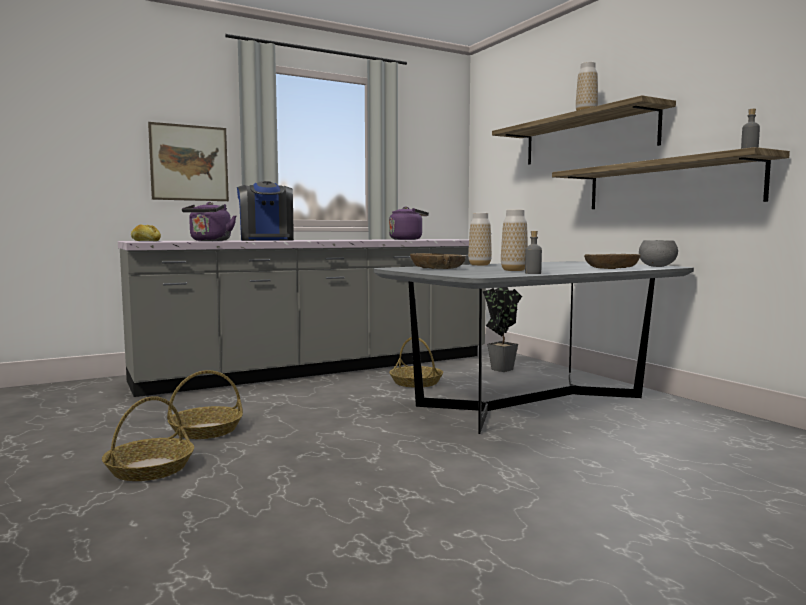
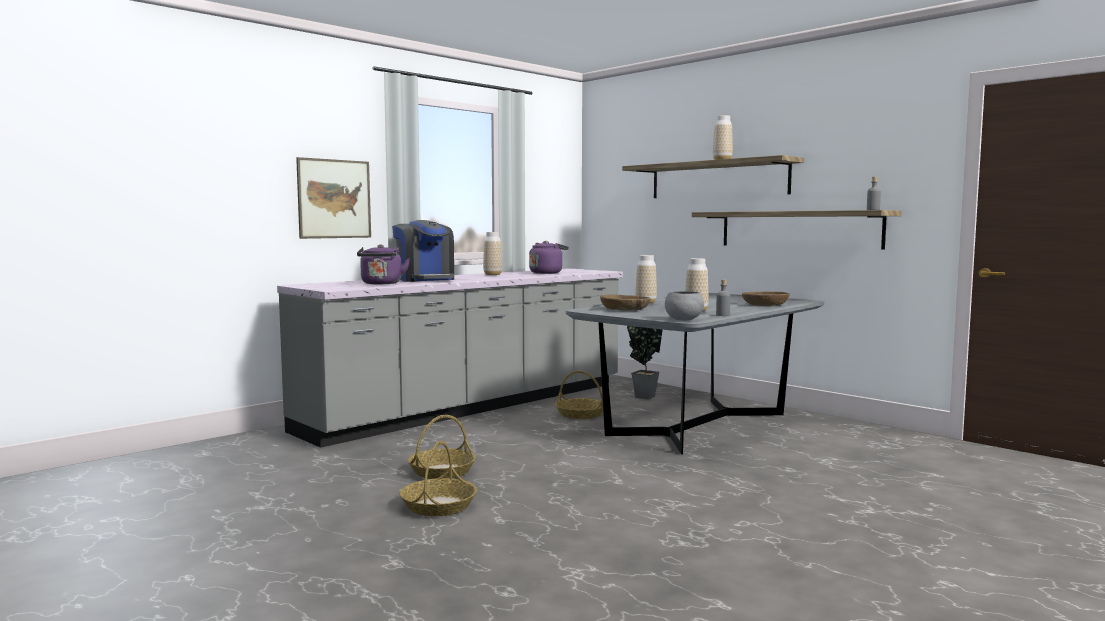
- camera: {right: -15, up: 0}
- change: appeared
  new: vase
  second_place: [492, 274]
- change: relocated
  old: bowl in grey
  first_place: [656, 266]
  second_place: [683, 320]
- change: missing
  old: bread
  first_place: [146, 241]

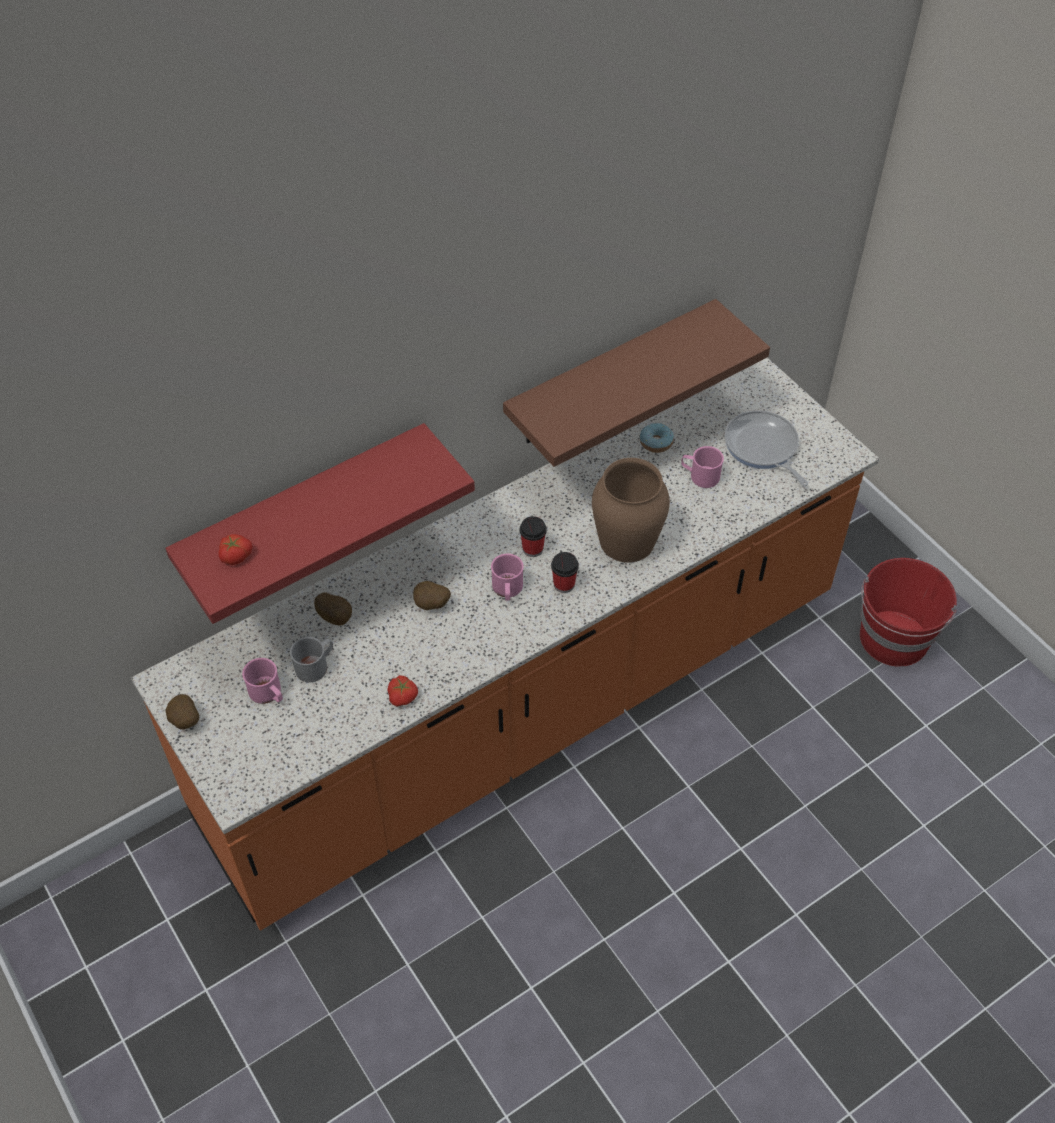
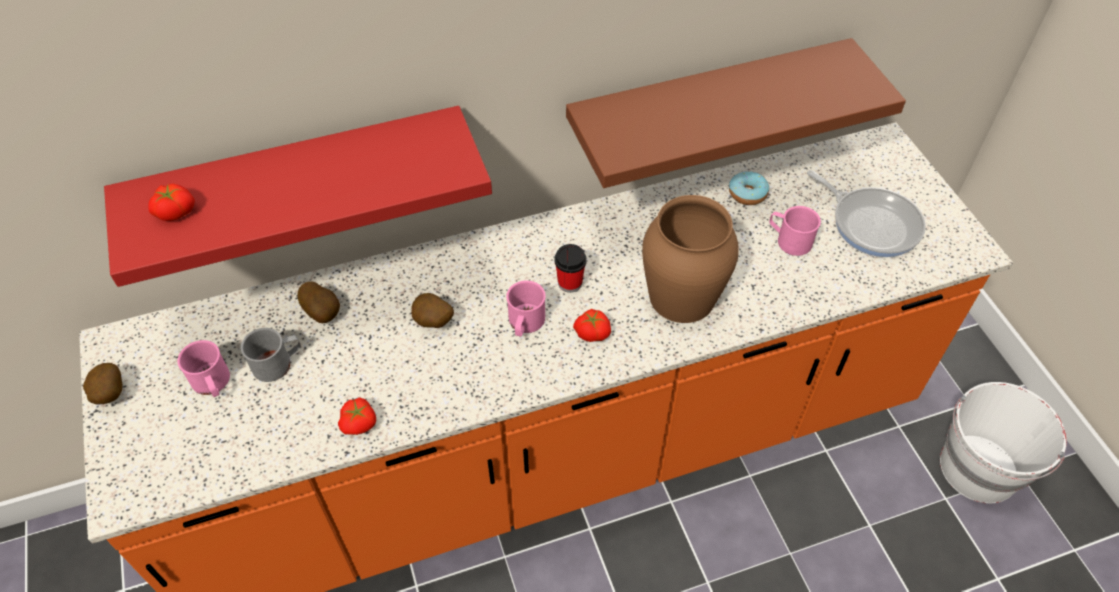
- camera: {right: 15, up: 0}
- change: exchanged
  old: cup
  new: tomato
  first_place: [564, 584]
  second_place: [592, 332]
- change: spun
  old: frying pan
  first_place: [762, 448]
  second_place: [871, 223]
  degrees: 150
- change: colour
  old: bucket in red
  new: bucket in white
  first_place: [894, 639]
  second_place: [978, 469]

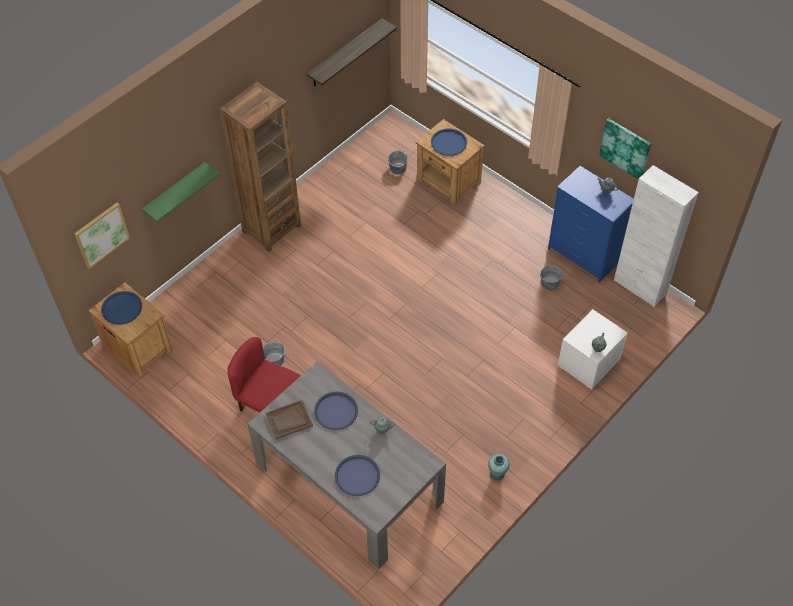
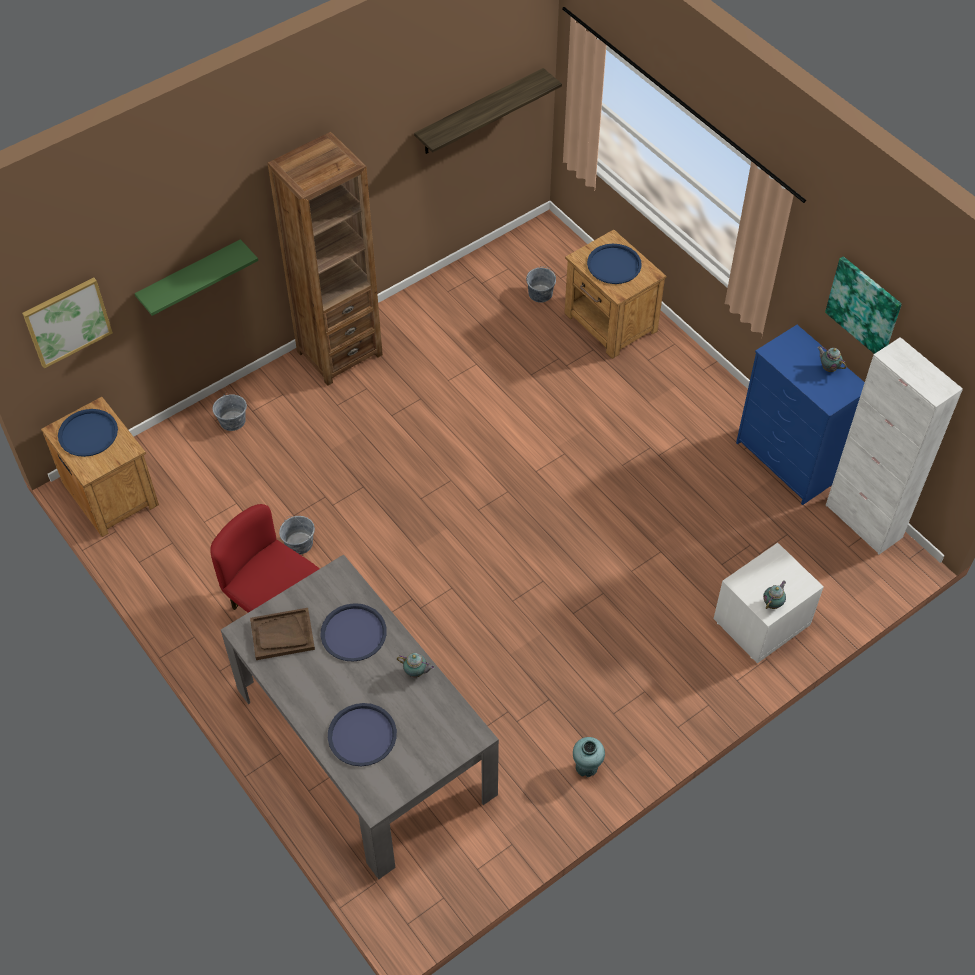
- camera: {right: 10, up: 0}
- change: relocated
  old: bucket in grey
  first_place: [549, 283]
  second_place: [232, 421]

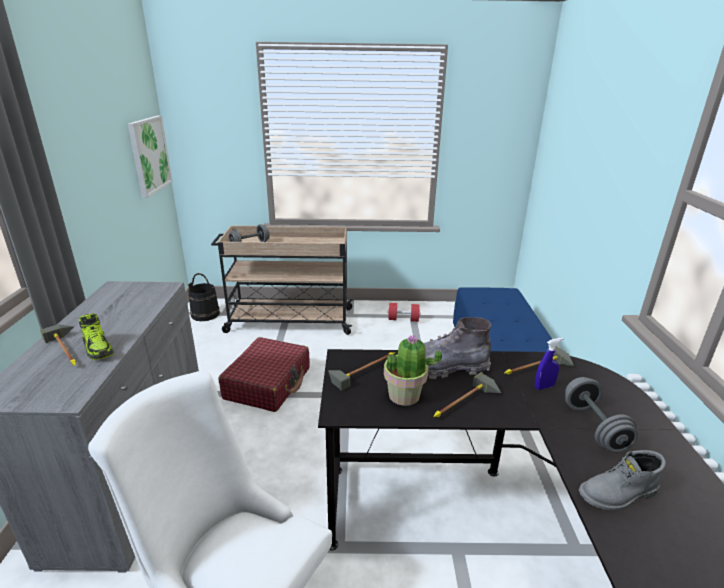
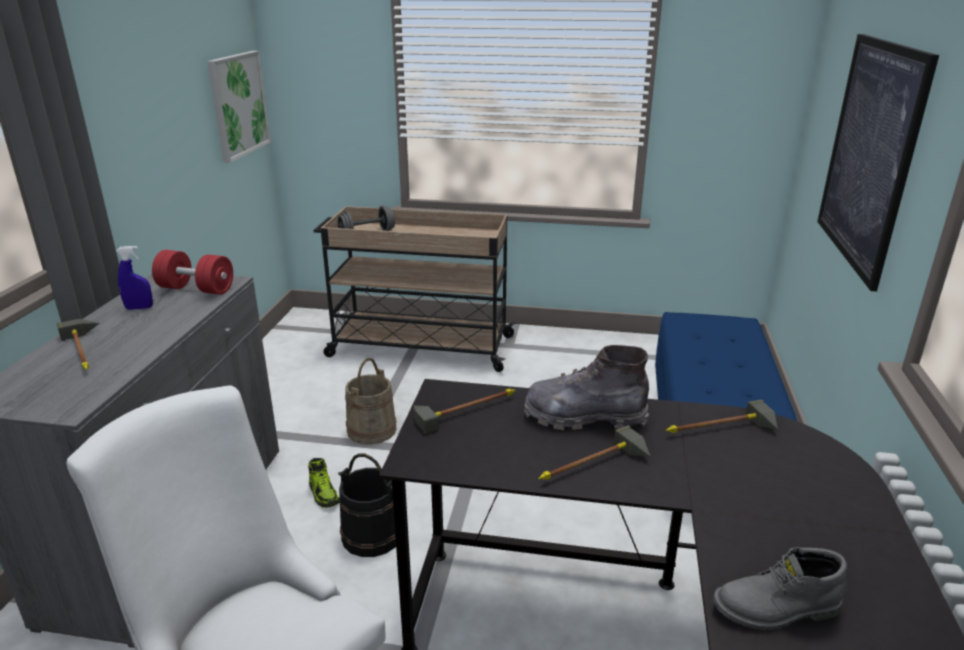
- camera: {right: 10, up: 0}
- change: relocated
  old: spray bottle in blue
  first_place: [544, 387]
  second_place: [139, 308]
- change: relocated
  old: dumbbell in red
  first_place: [403, 319]
  second_place: [196, 289]
- change: relocated
  old: shoe
  first_place: [98, 349]
  second_place: [323, 494]
- change: relocated
  old: bucket in black
  first_place: [205, 314]
  second_place: [371, 535]
- change: exchanged
  old: suitcase in red
  new: bucket in beige
  first_place: [268, 383]
  second_place: [371, 429]
- change: appeared
  new: picture
  second_place: [869, 154]
- change: missing
  old: potted plant
  first_place: [404, 396]
- change: missing
  old: dumbbell in grey
  first_place: [594, 427]

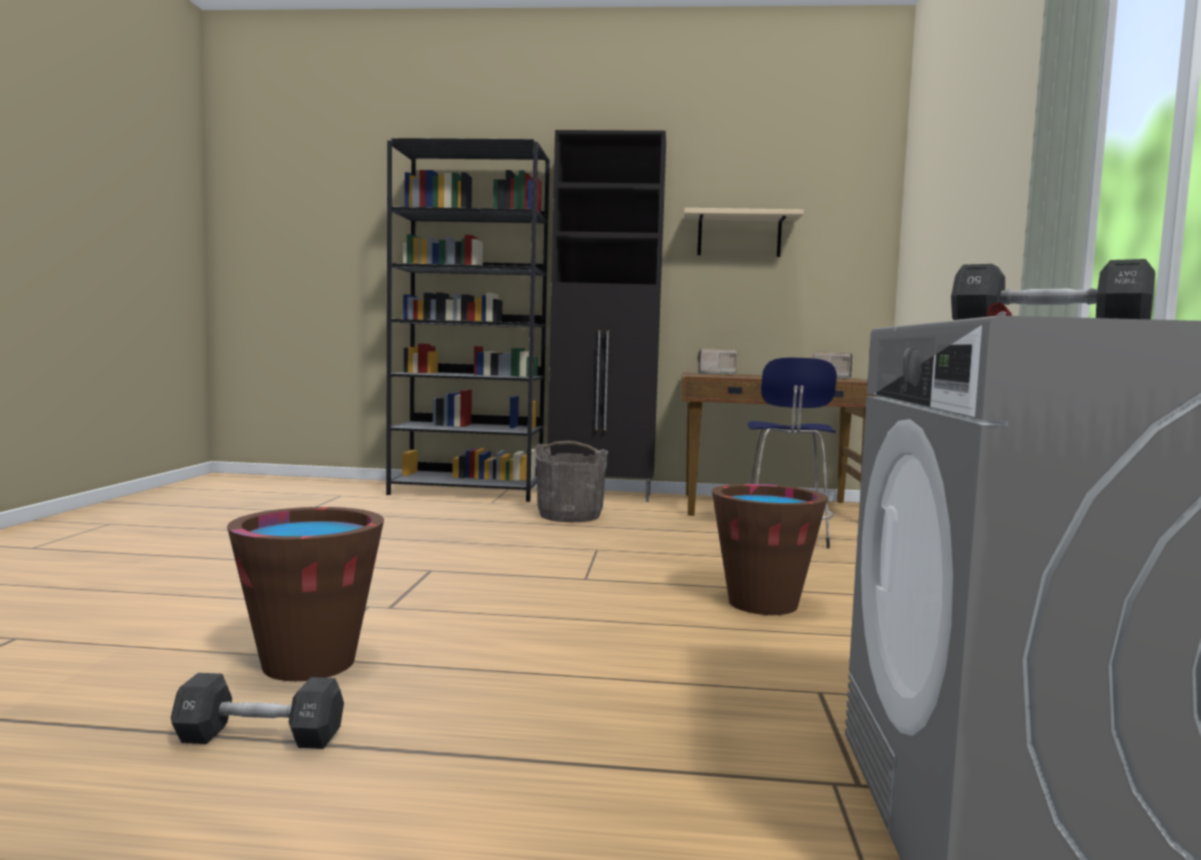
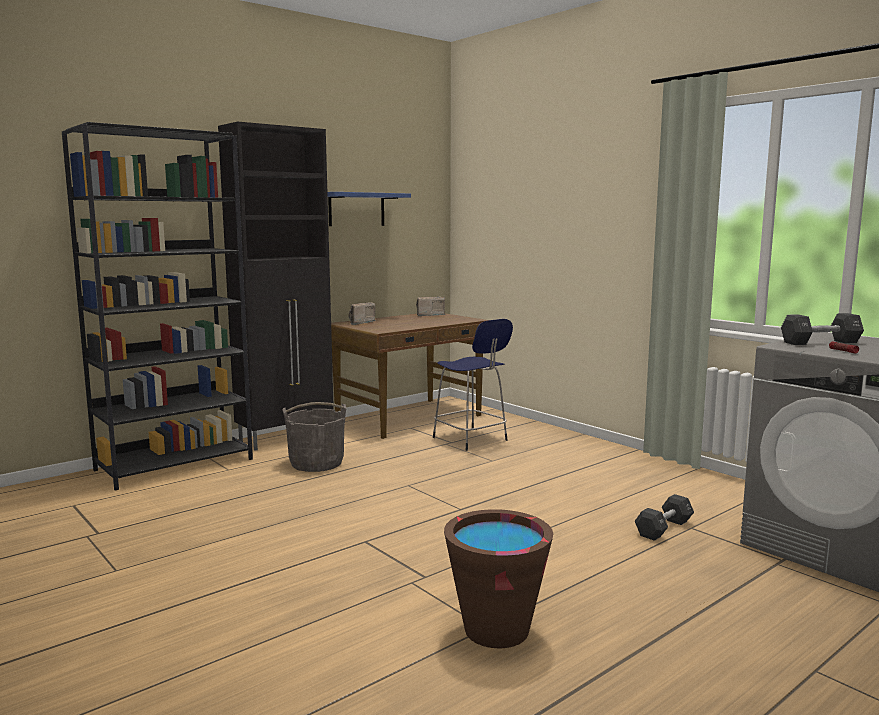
- camera: {right: -45, up: 5}
- change: colour
  old: shelf in beige
  new: shelf in blue
  first_place: [739, 235]
  second_place: [356, 209]
- change: relocated
  old: dumbbell in black
  first_place: [260, 737]
  second_place: [664, 528]
- change: missing
  old: bucket in brown
  first_place: [762, 603]

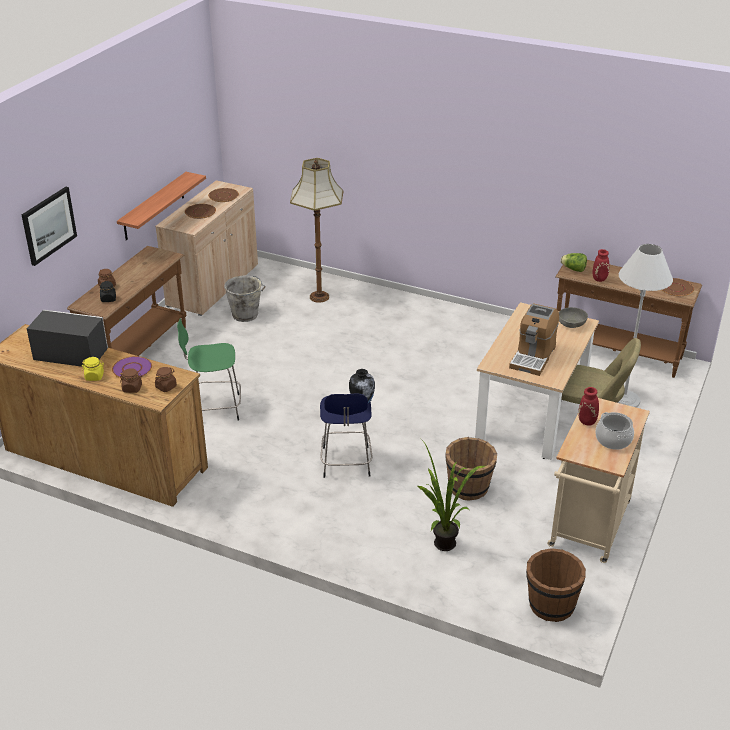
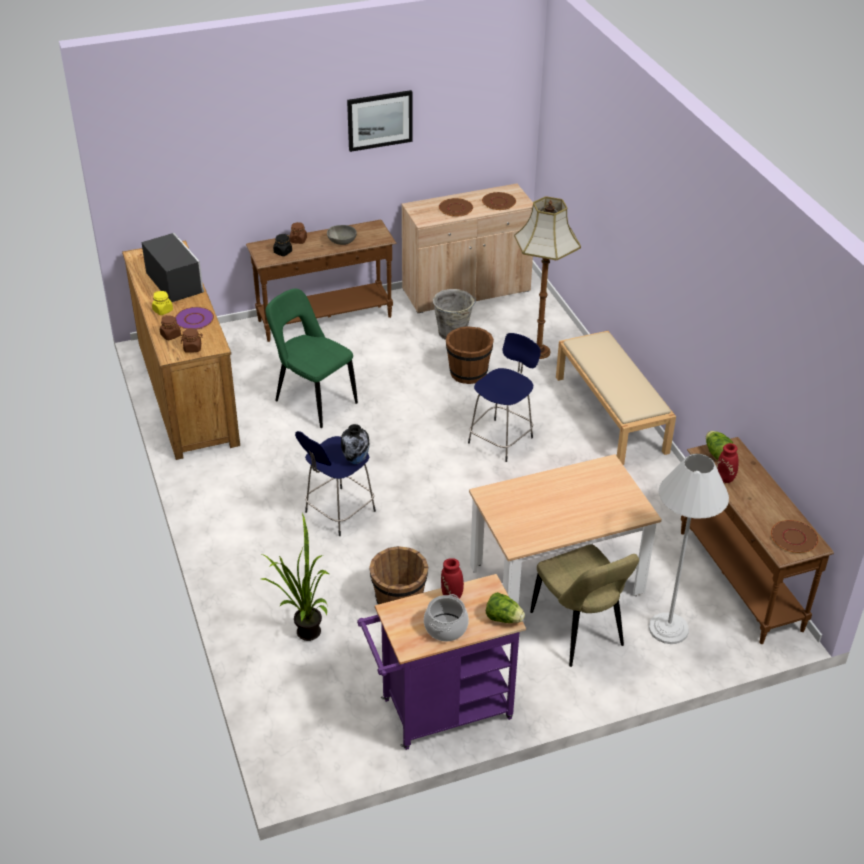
- camera: {right: 45, up: 5}
- change: exchanged
  old: stool in green
  new: chair in green
  first_place: [215, 408]
  second_place: [313, 401]
- change: relocated
  old: bowl in grey
  first_place: [572, 324]
  second_place: [342, 241]
- change: relocated
  old: picture
  first_place: [48, 225]
  second_place: [379, 120]
- change: colour
  old: cart in beige
  new: cart in purple
  first_place: [588, 529]
  second_place: [439, 712]
- change: relocated
  old: bucket in brown
  first_place: [551, 605]
  second_place: [468, 373]
- change: appeared
  new: stool in blue
  second_place: [502, 439]
- change: appeared
  new: lettuce
  second_place: [503, 618]
- change: appeared
  new: bench in beige
  second_place: [611, 414]
- change: missing
  old: shelf
  first_place: [154, 206]
- change: missing
  old: coffee machine
  first_place: [533, 357]

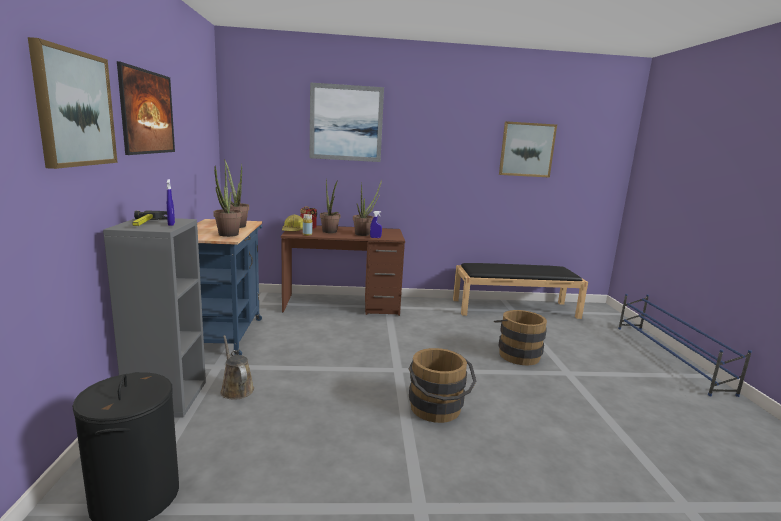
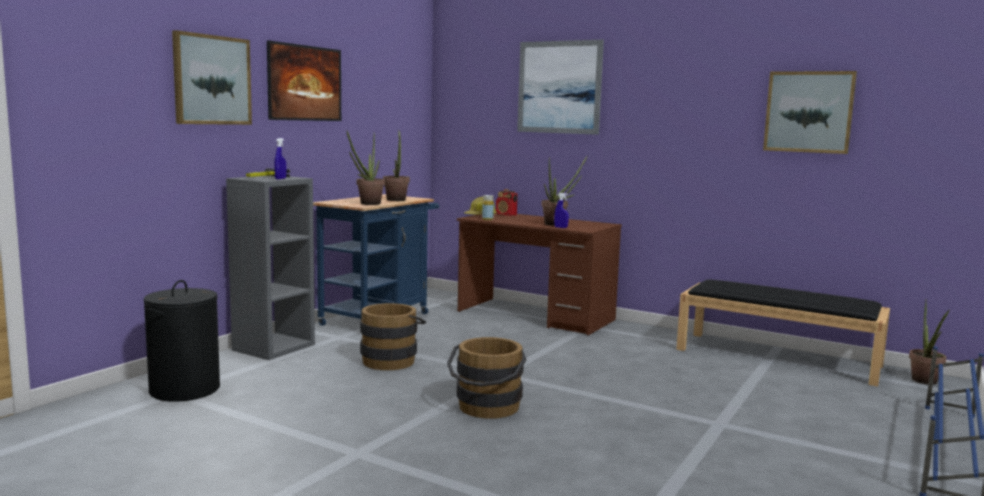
- camera: {right: 35, up: -5}
- change: relocated
  old: bucket in brown
  first_place: [517, 354]
  second_place: [391, 360]
- change: relocated
  old: potted plant
  first_place: [330, 232]
  second_place: [926, 382]
- change: missing
  old: watering can in brown
  first_place: [236, 389]

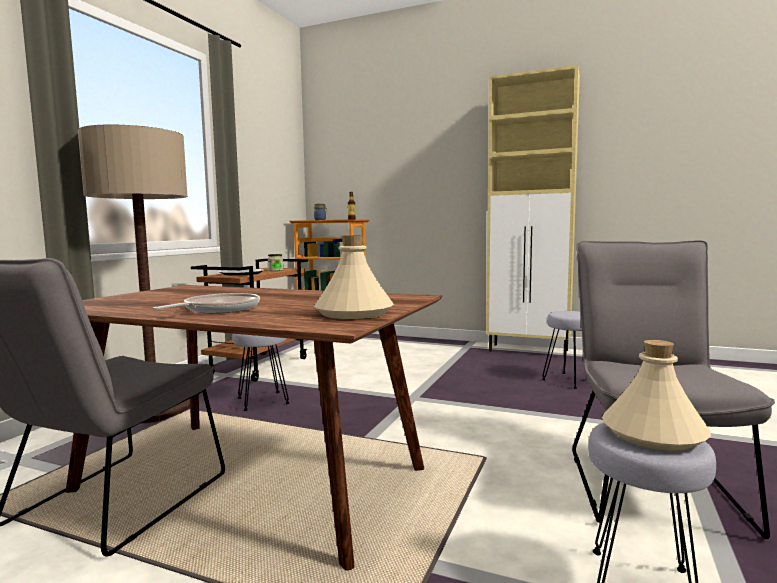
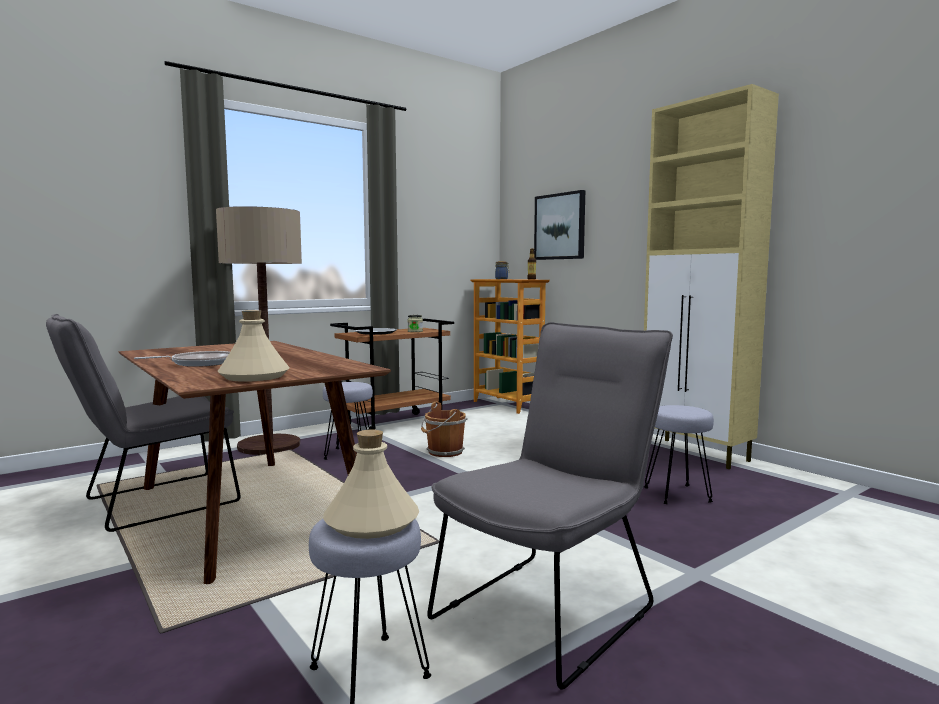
- camera: {right: 30, up: 0}
- change: appeared
  new: bucket in brown
  second_place: [444, 452]
- change: appeared
  new: picture
  second_place: [560, 226]

